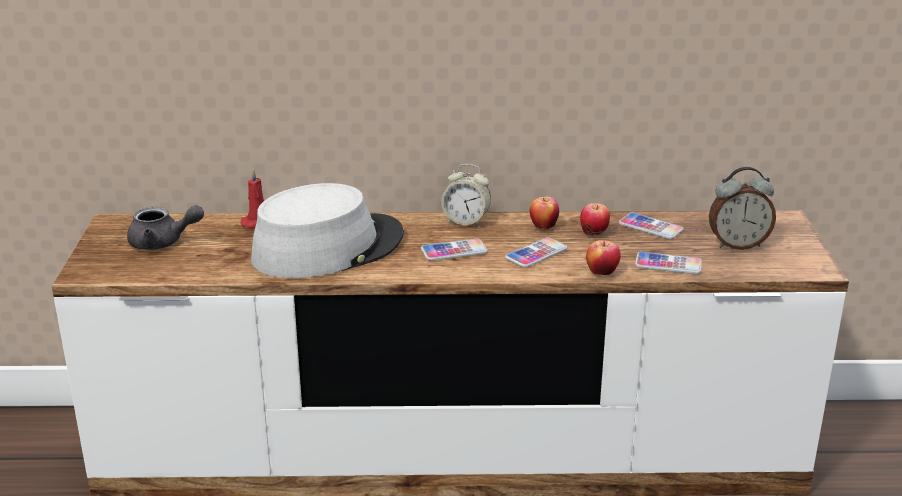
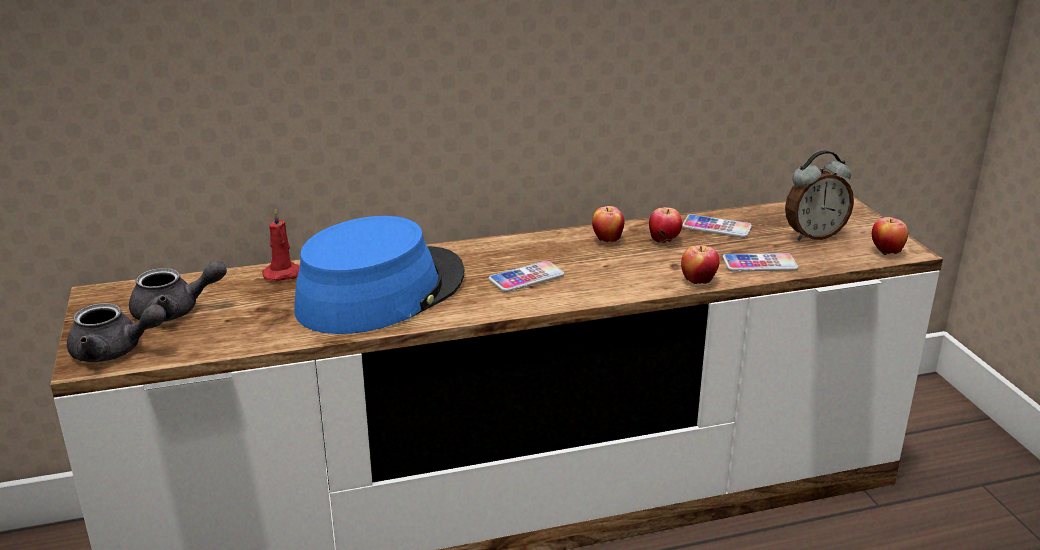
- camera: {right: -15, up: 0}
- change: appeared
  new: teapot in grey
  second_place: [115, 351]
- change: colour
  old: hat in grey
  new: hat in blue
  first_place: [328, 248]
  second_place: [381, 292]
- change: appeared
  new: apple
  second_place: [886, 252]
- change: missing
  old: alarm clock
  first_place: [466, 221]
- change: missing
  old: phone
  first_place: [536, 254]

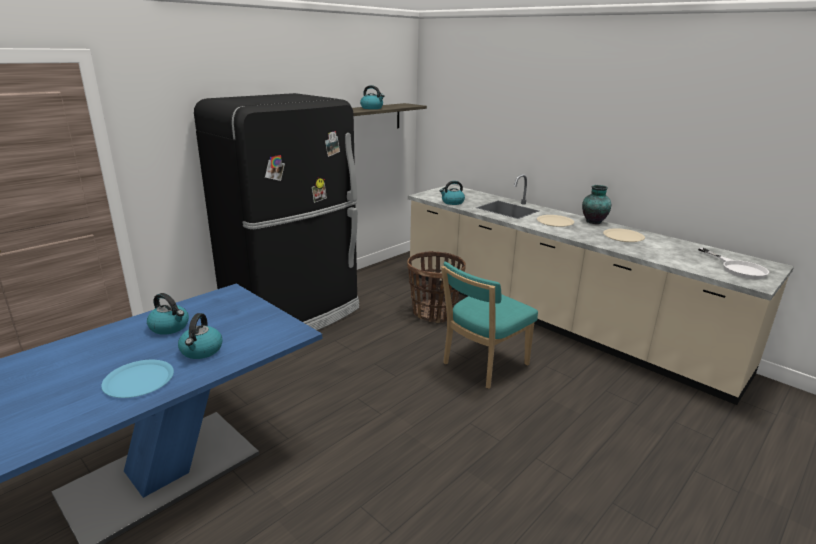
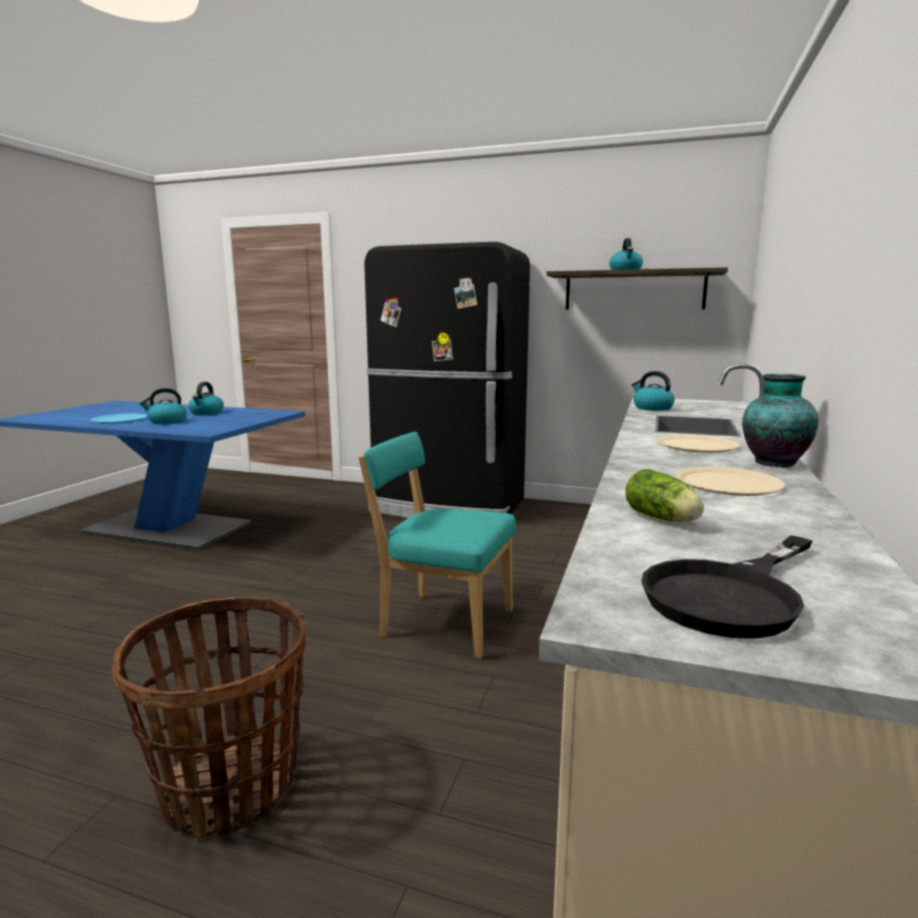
- camera: {right: 65, up: -10}
- change: relocated
  old: basket
  first_place: [434, 313]
  second_place: [230, 787]
- change: appeared
  new: lettuce
  second_place: [663, 519]
- change: colour
  old: frying pan in white
  new: frying pan in black
  first_place: [738, 268]
  second_place: [731, 594]

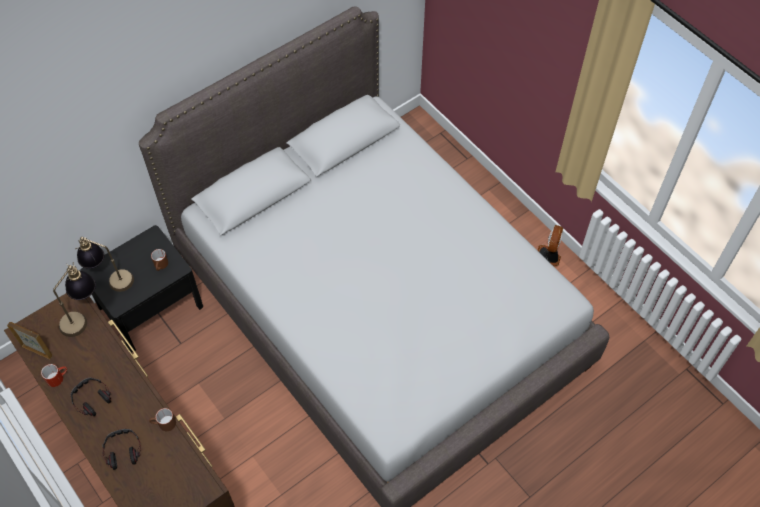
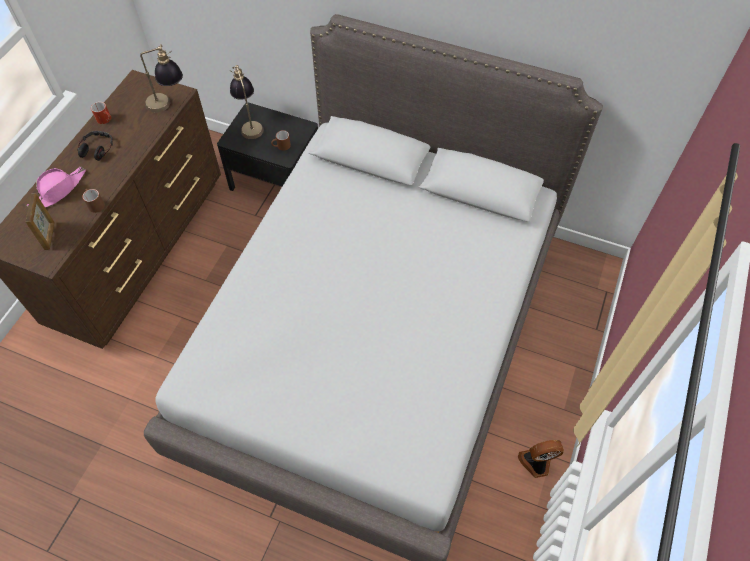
- camera: {right: 60, up: 0}
- change: relocated
  old: picture frame
  first_place: [37, 350]
  second_place: [50, 235]
- change: exchanged
  old: headphones
  new: hat in pink
  first_place: [122, 450]
  second_place: [59, 191]

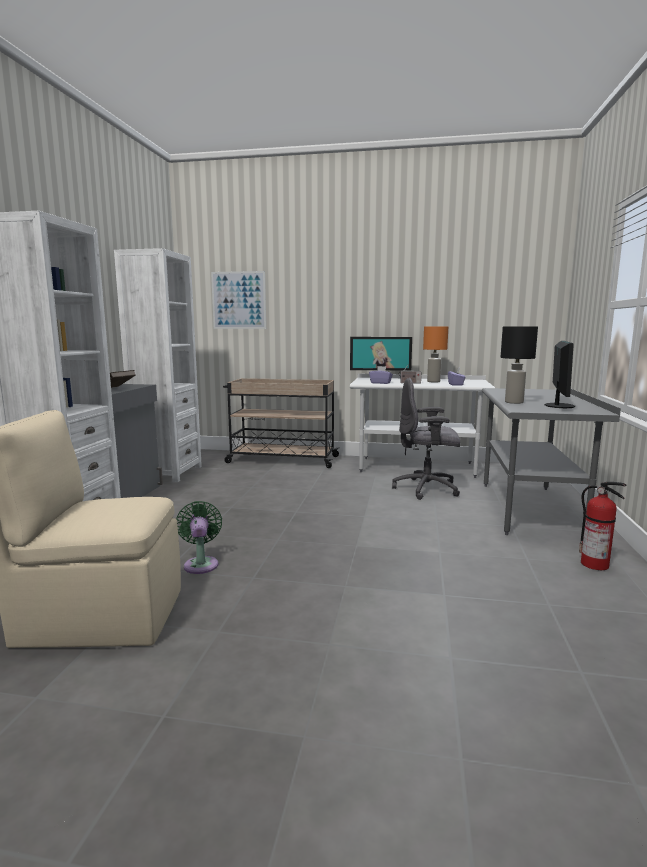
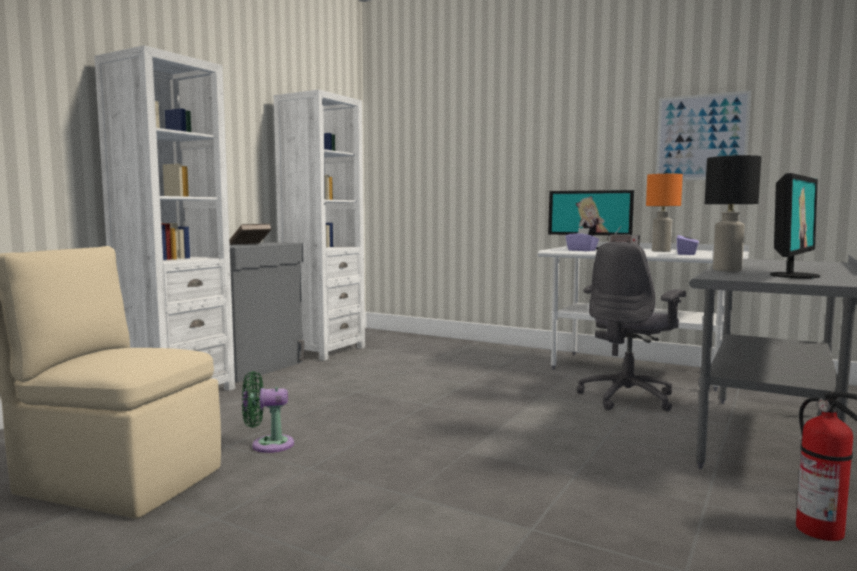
- camera: {right: 20, up: -5}
- change: spun
  old: fan in green
  first_place: [201, 563]
  second_place: [268, 445]
  degrees: -105
- change: spun
  old: office chair in grey
  first_place: [427, 489]
  second_place: [628, 398]
  degrees: -75
- change: relocated
  old: picture
  first_place: [239, 300]
  second_place: [701, 137]
- change: missing
  old: cart in beige
  first_place: [281, 459]

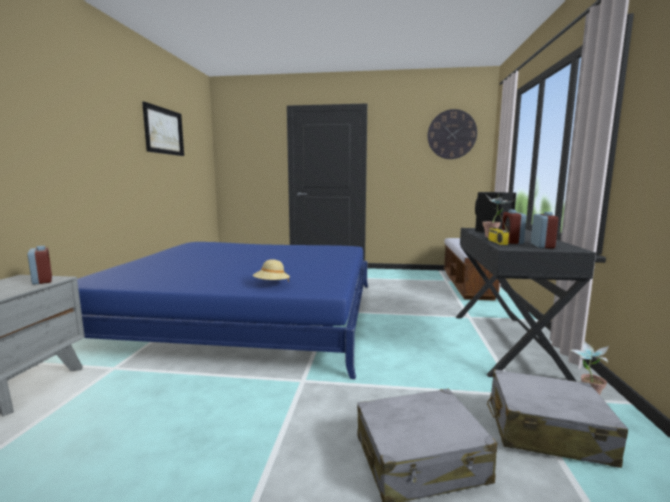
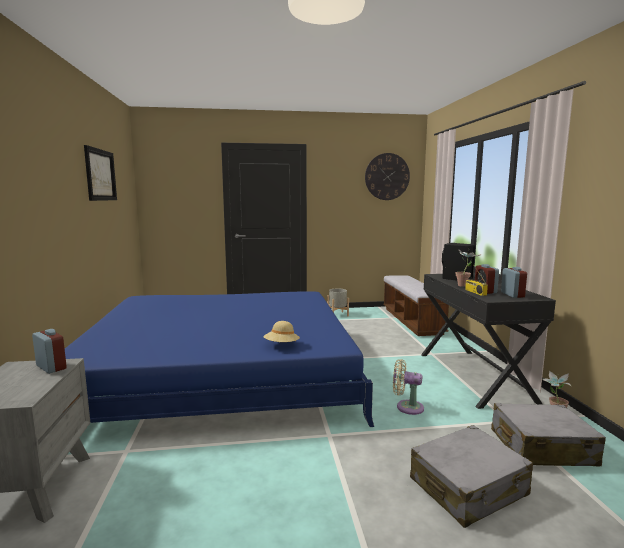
- camera: {right: -15, up: 0}
- change: appeared
  new: planter in grey
  second_place: [337, 314]
- change: appeared
  new: fan in beige
  second_place: [406, 407]

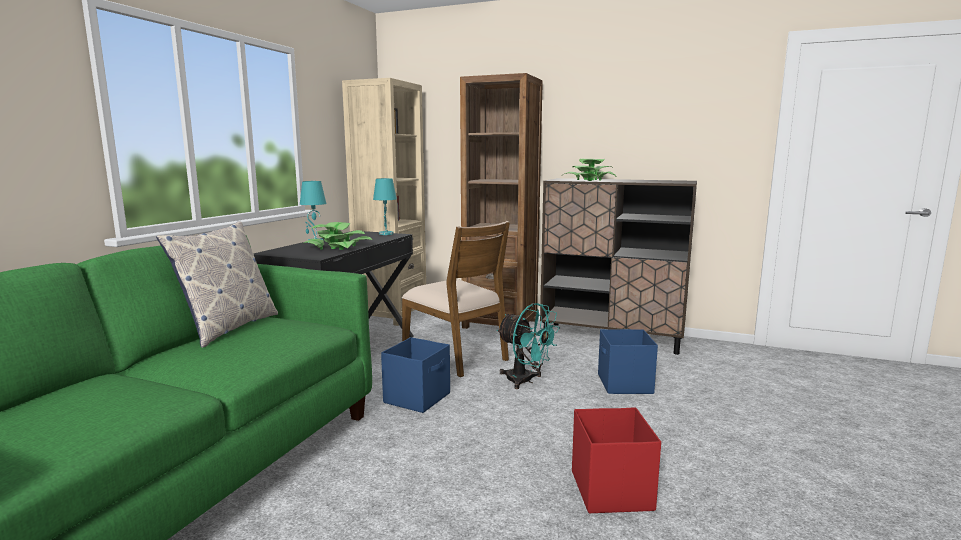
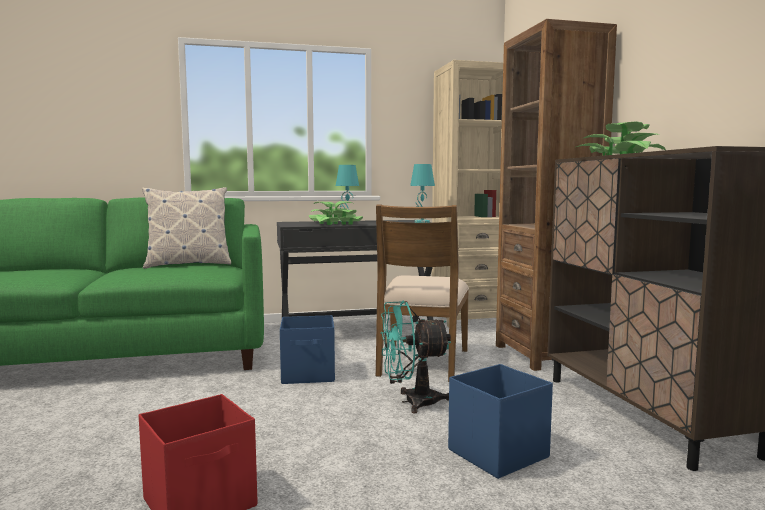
- camera: {right: 55, up: -5}
- change: spun
  old: fan in turquoise
  first_place: [525, 381]
  second_place: [412, 402]
  degrees: 75

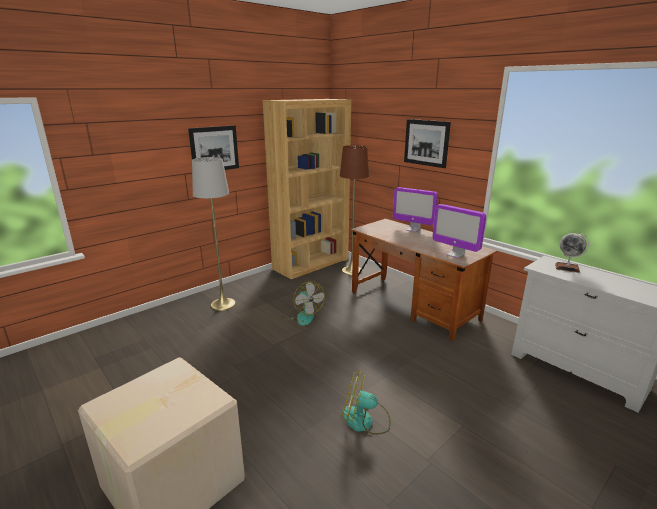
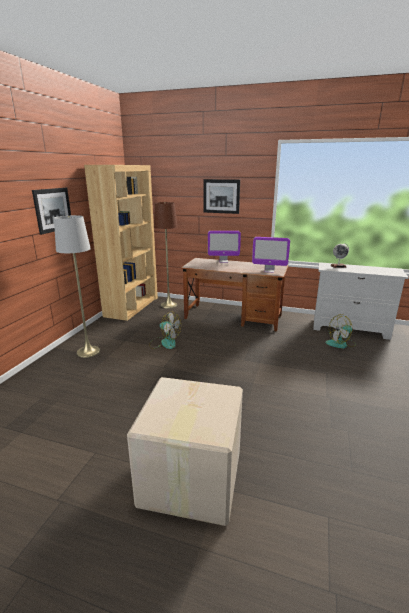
- camera: {right: -30, up: 0}
- change: relocated
  old: fan
  first_place: [365, 420]
  second_place: [341, 343]

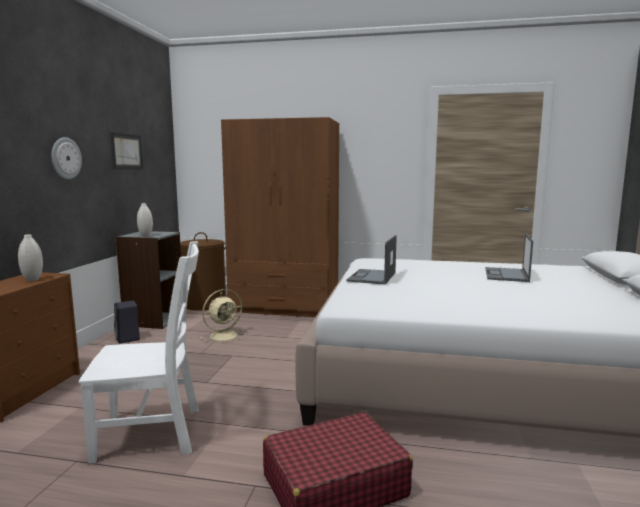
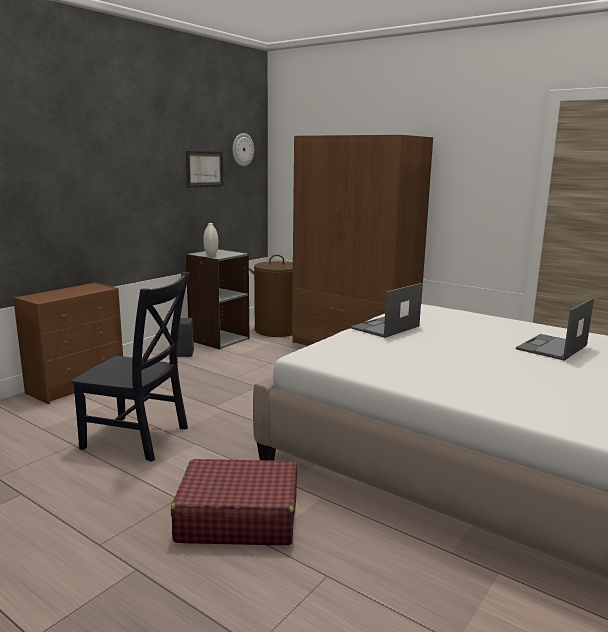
- camera: {right: 25, up: 5}
- change: colour
  old: chair in white
  new: chair in black
  first_place: [154, 433]
  second_place: [139, 439]
- change: relocated
  old: wall clock
  first_place: [65, 158]
  second_place: [242, 149]
- change: missing
  old: vase in white
  first_place: [32, 280]
- change: missing
  old: fan in beige
  first_place: [225, 335]

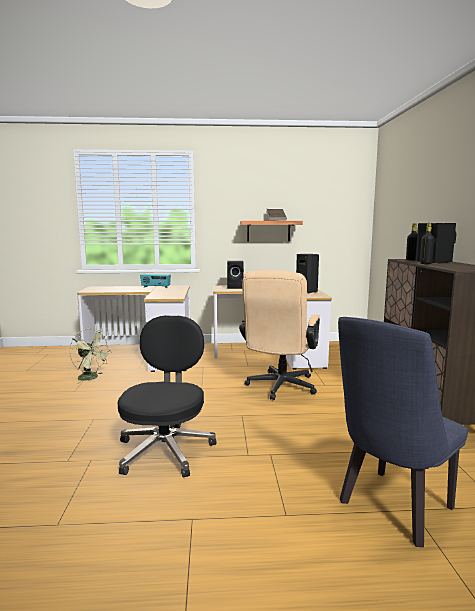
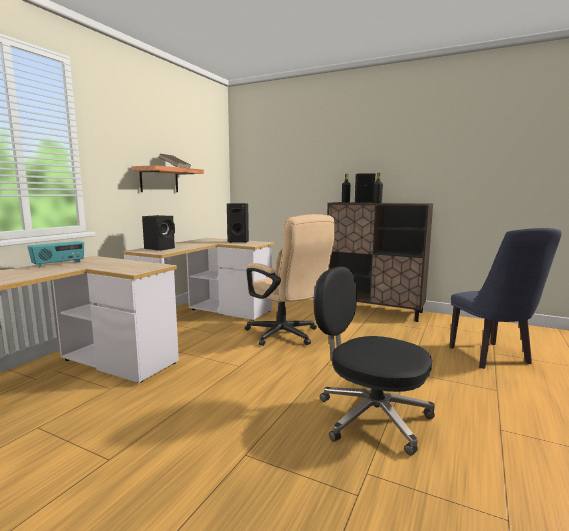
- camera: {right: -60, up: 0}
- change: missing
  old: fan in green
  first_place: [91, 378]

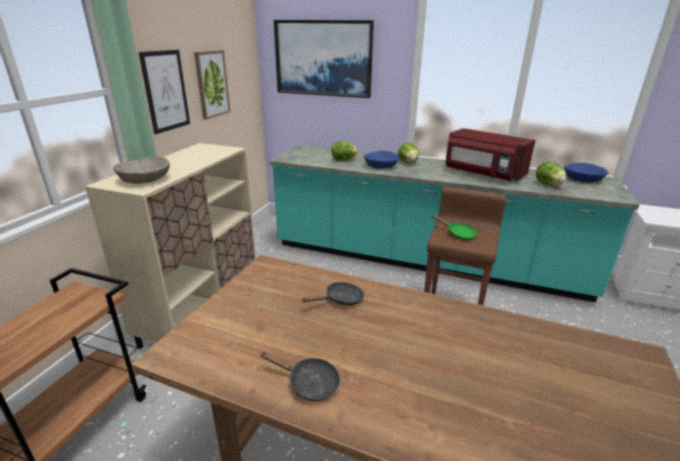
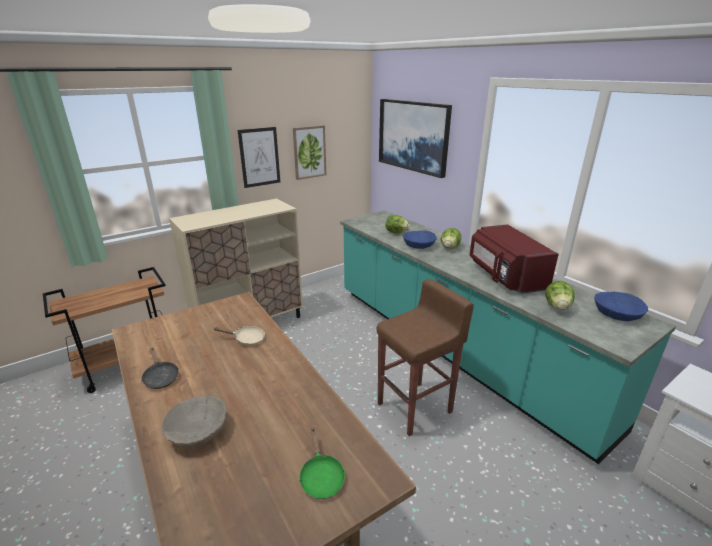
- camera: {right: 35, up: 0}
- change: relocated
  old: bowl in beige
  first_place: [145, 179]
  second_place: [197, 431]
- change: colour
  old: frying pan in black
  new: frying pan in beige
  first_place: [340, 300]
  second_place: [246, 339]
- change: relocated
  old: frying pan in green
  first_place: [458, 234]
  second_place: [321, 477]

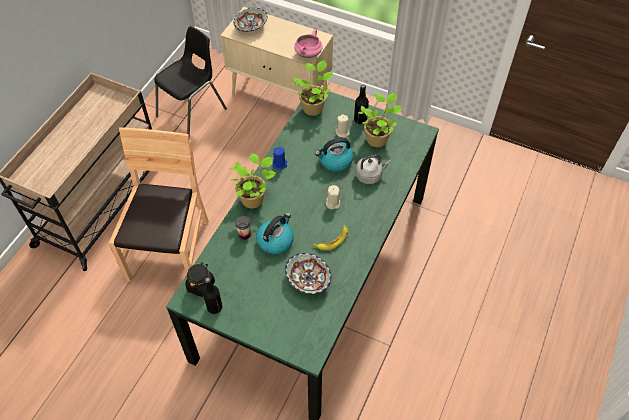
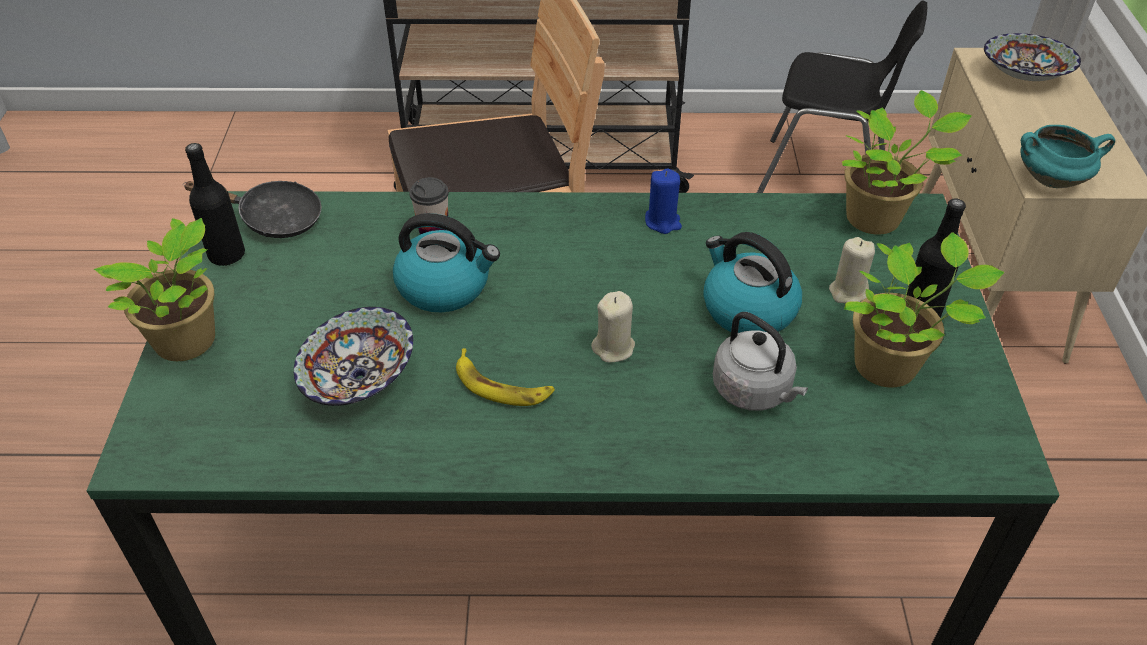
- camera: {right: 65, up: -10}
- change: relocated
  old: potted plant
  first_place: [254, 199]
  second_place: [189, 342]
- change: exchanged
  old: jar in black
  new: frying pan in black
  first_place: [201, 286]
  second_place: [273, 218]
- change: colour
  old: cooking pot in pink
  new: cooking pot in turquoise
  first_place: [308, 54]
  second_place: [1051, 179]

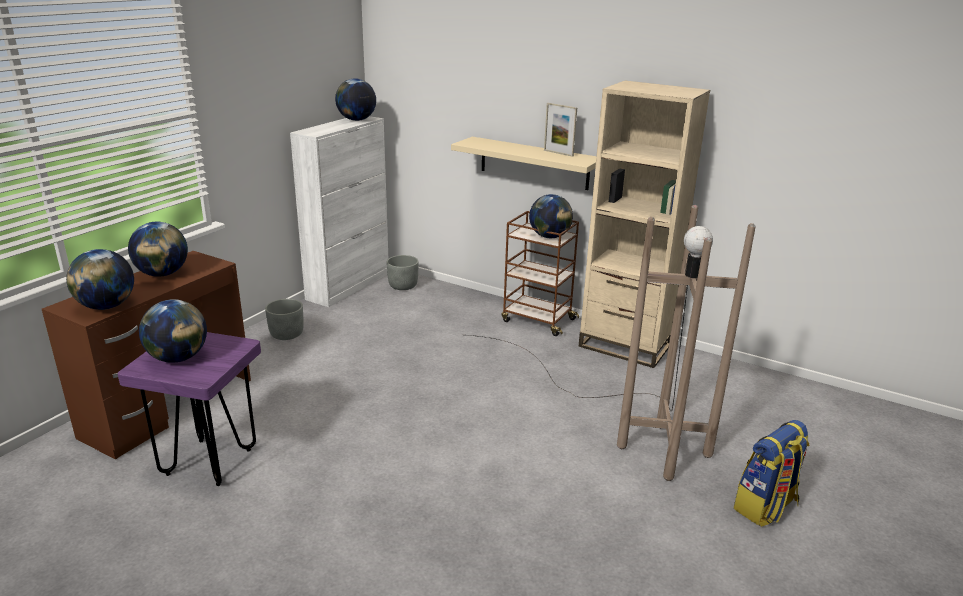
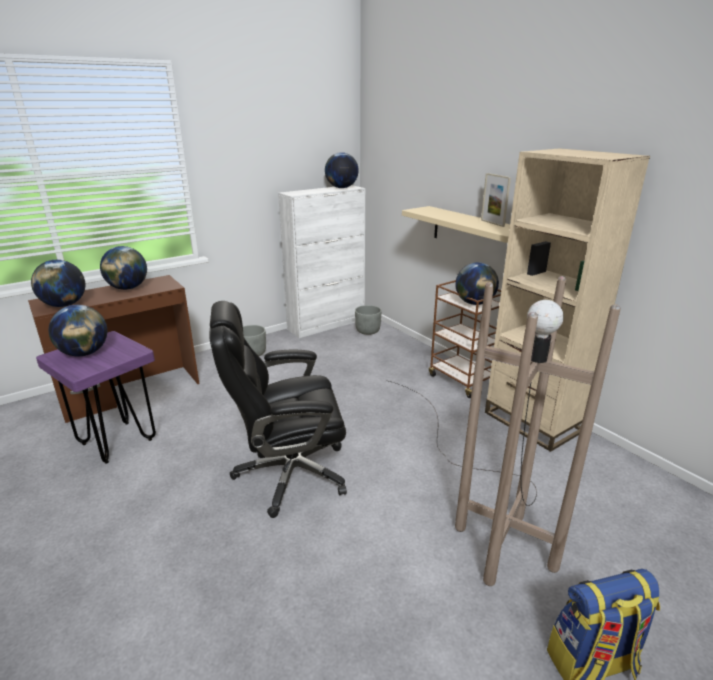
- camera: {right: 25, up: 0}
- change: appeared
  new: office chair in black
  second_place: [289, 474]

